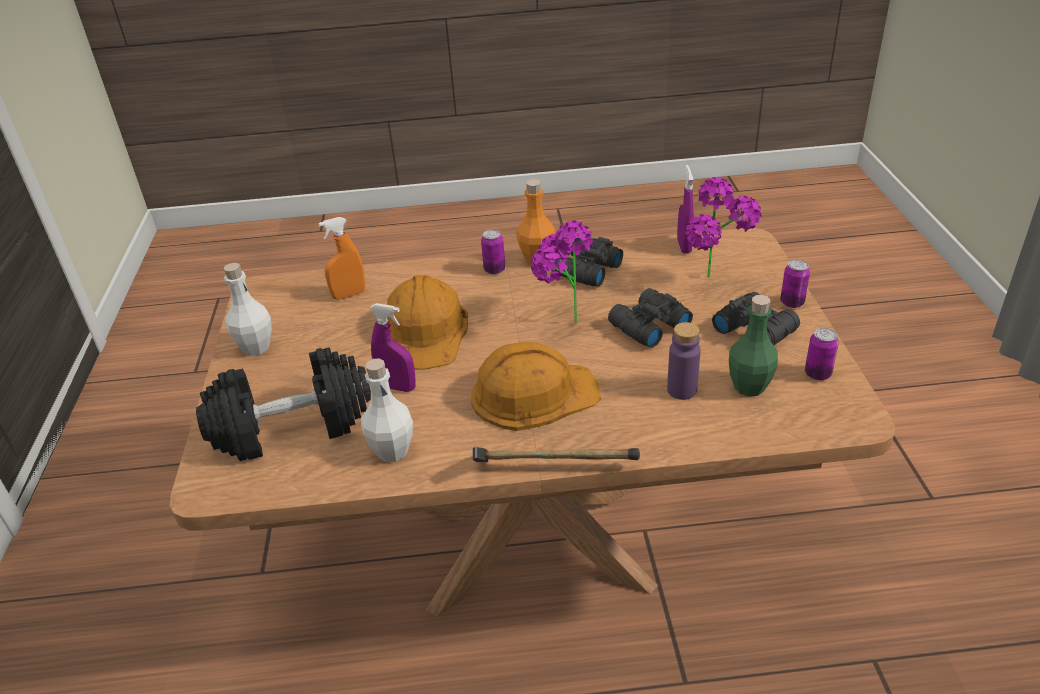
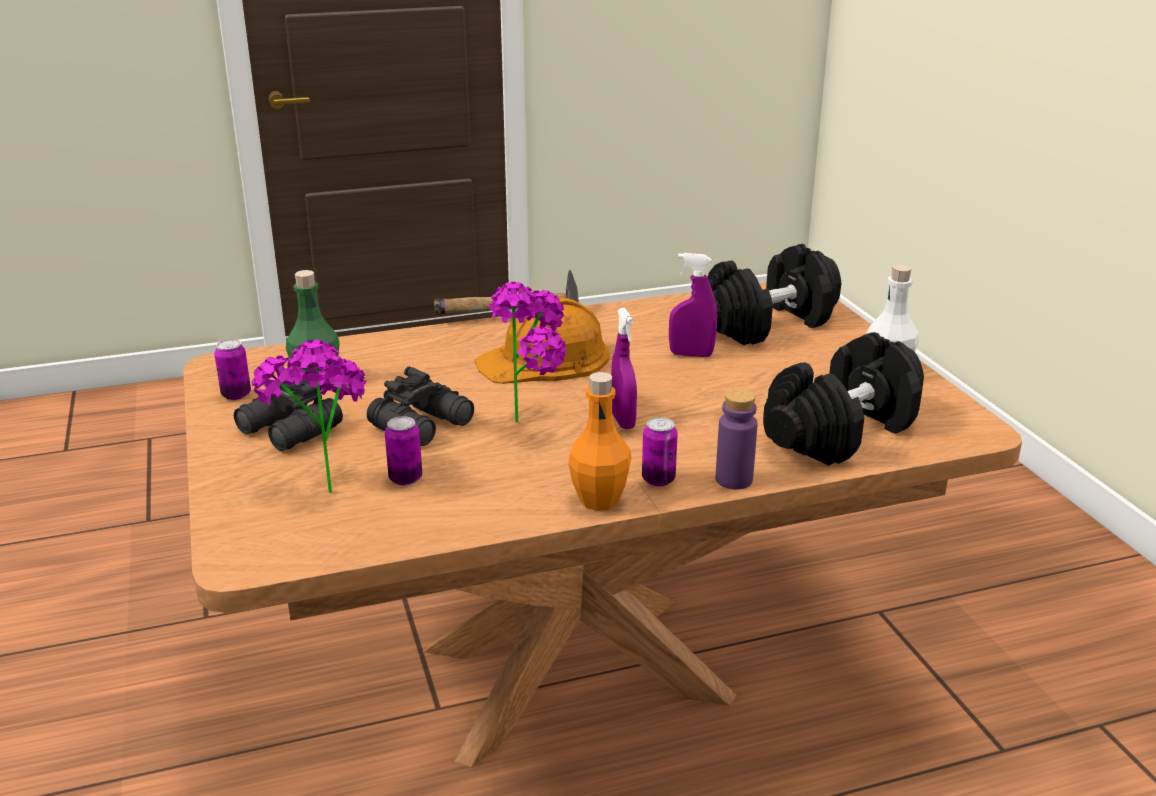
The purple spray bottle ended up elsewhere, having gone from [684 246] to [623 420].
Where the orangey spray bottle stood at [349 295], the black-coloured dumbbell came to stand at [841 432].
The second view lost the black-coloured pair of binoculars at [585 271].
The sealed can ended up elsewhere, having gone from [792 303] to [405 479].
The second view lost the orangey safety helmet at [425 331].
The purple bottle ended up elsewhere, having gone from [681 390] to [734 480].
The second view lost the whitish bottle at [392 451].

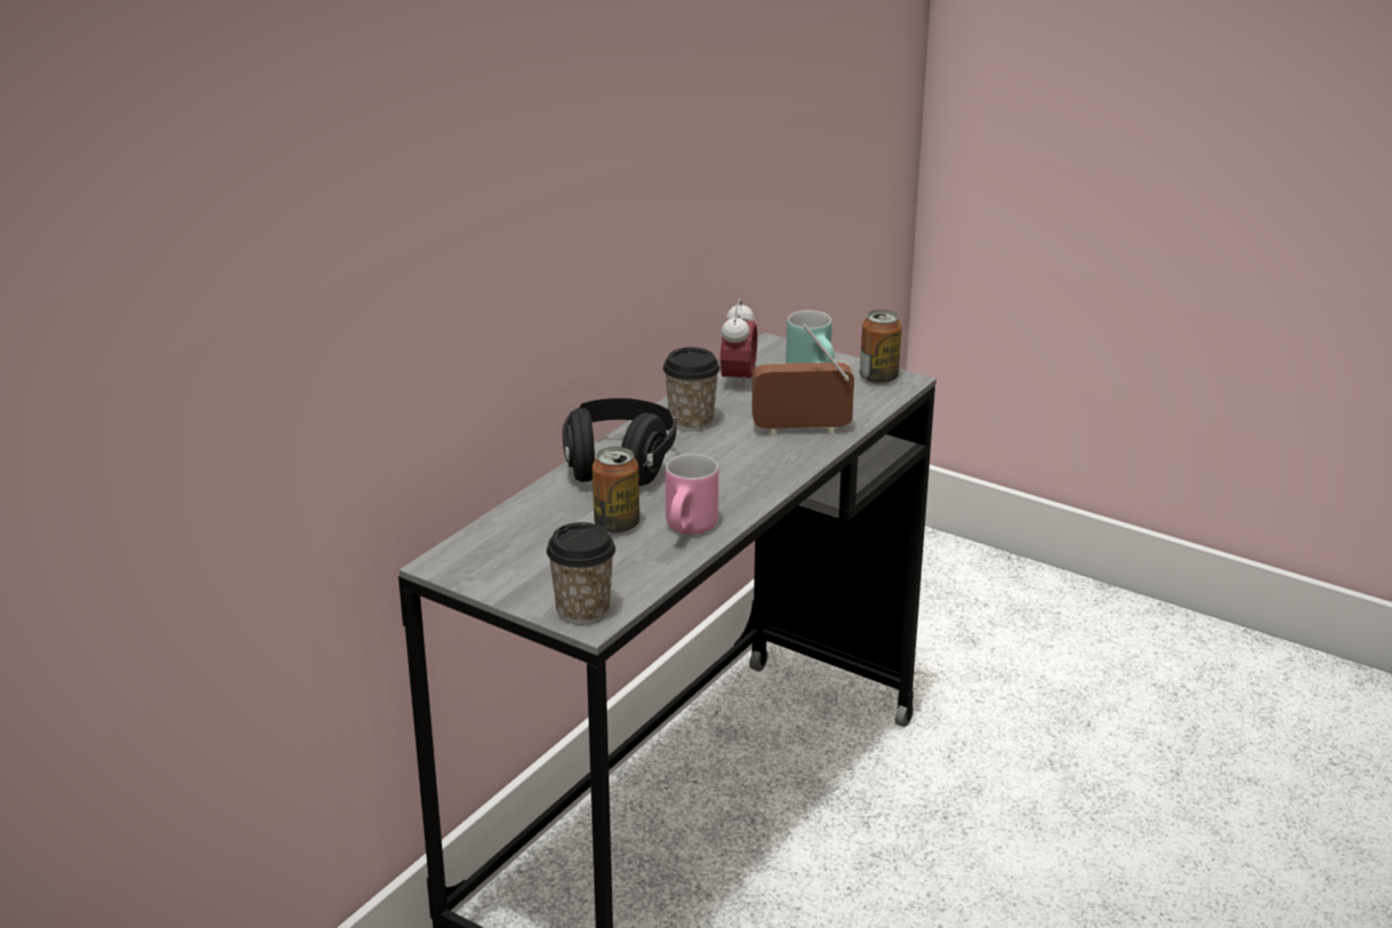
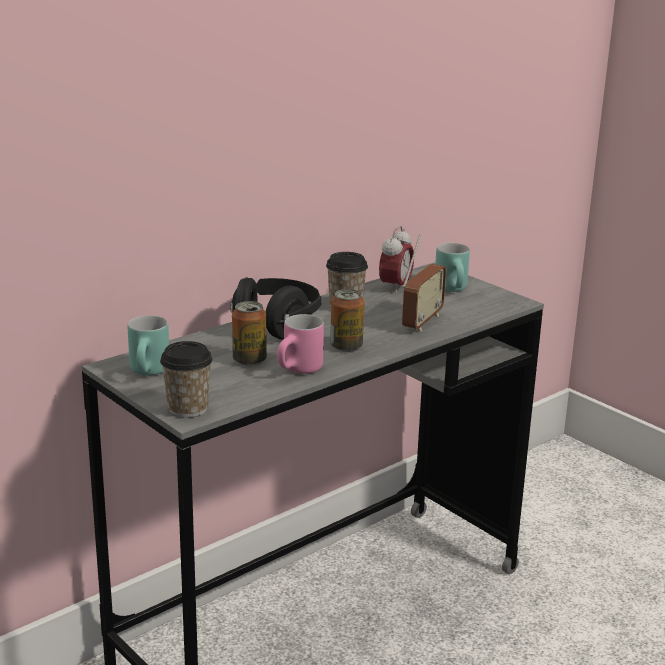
The sealed can ended up elsewhere, having gone from [878 378] to [346 346].
The radio at [801 430] ended up facing another way, 105 degrees clockwise from before.
The second view gained the turquoise-coloured coffee mug at [151 373].

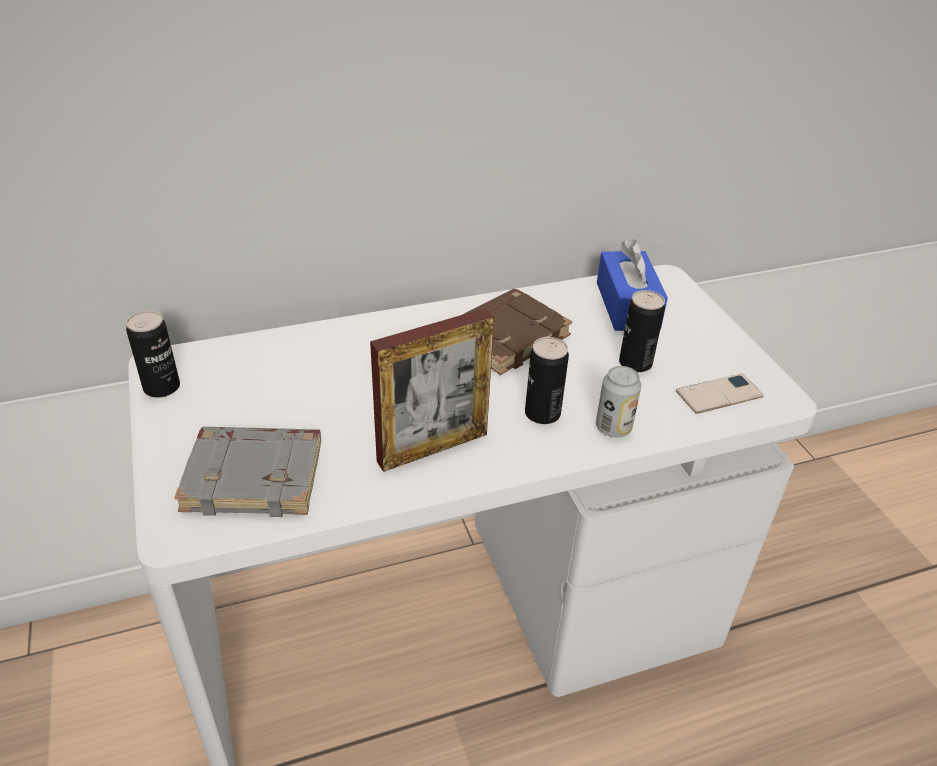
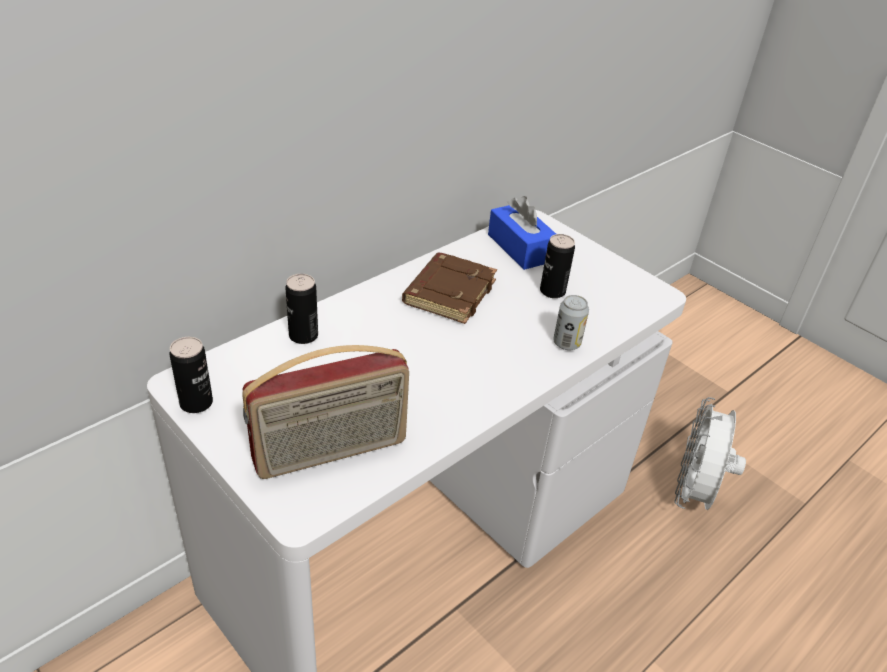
The second view lost the standing frame at [432 447].
The sealed can ended up elsewhere, having gone from [542 413] to [303 336].
The second view lost the handset at [719 394].
Where the grey book stood at [256 476], the radio came to stand at [331 452].
The second view gained the whitish fan at [693 494].

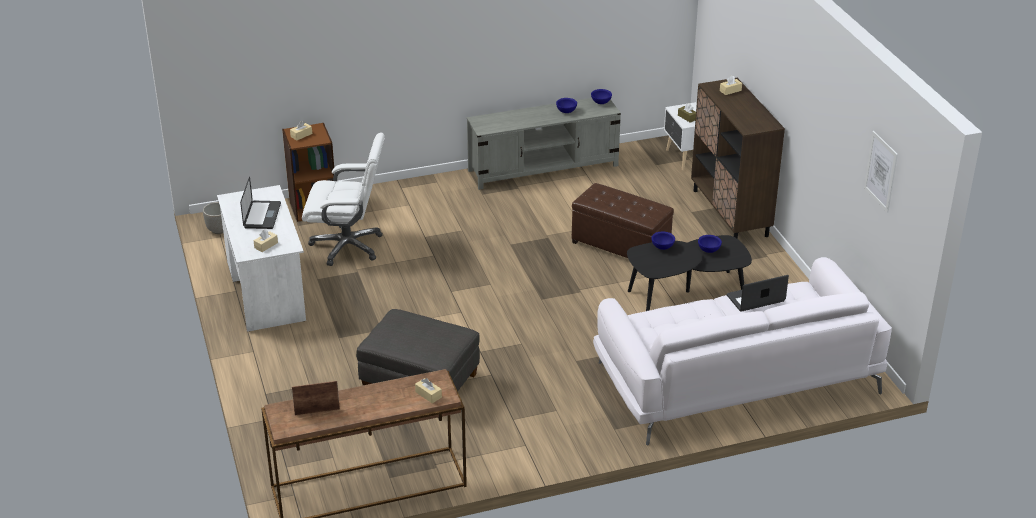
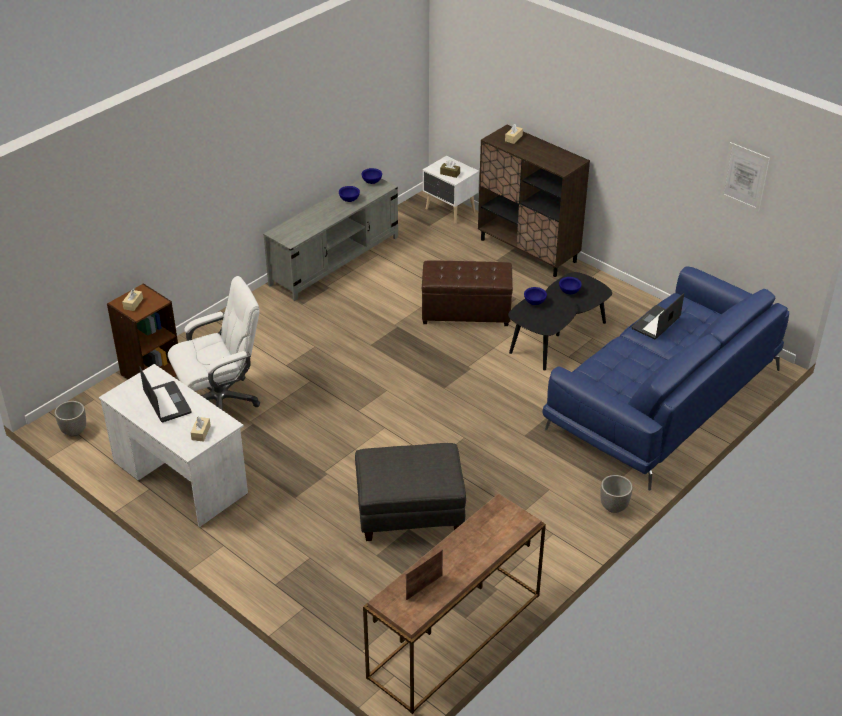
What was the whitish couch at [735 378] turned into the bluish couch at [662 400].
The second view lost the sand-coloured tissue holder at [428 394].
The second view gained the plant pot at [613 507].

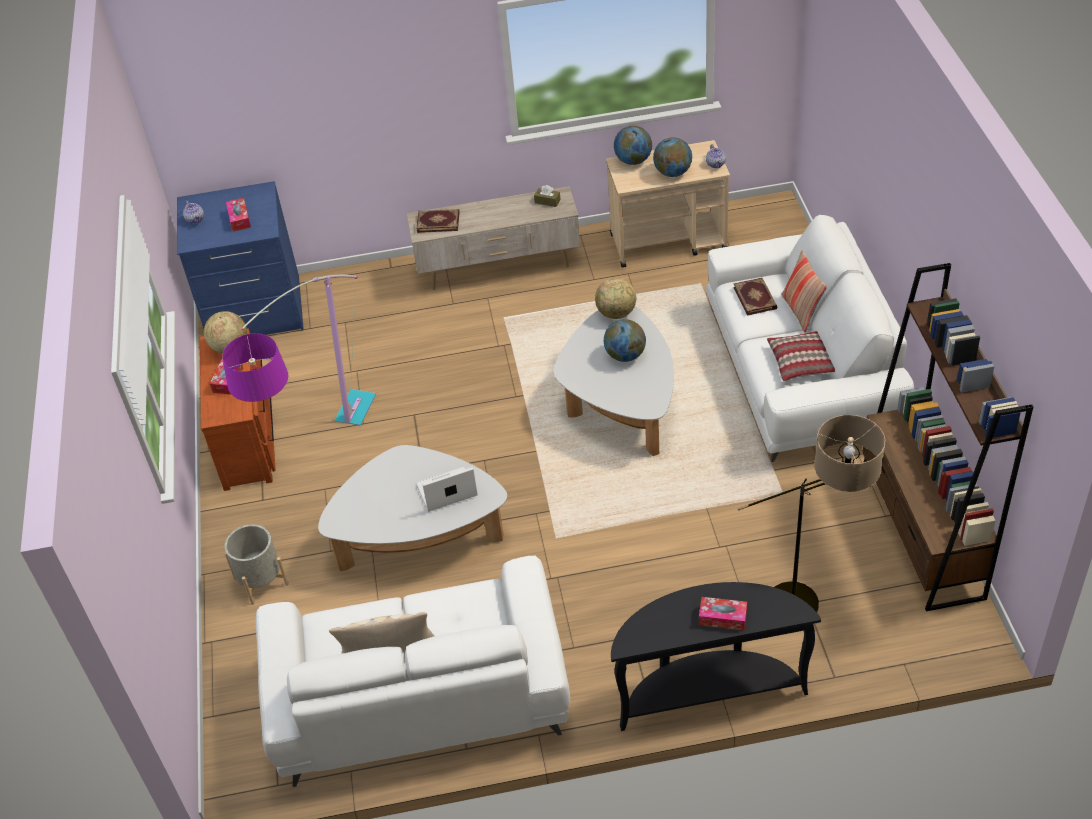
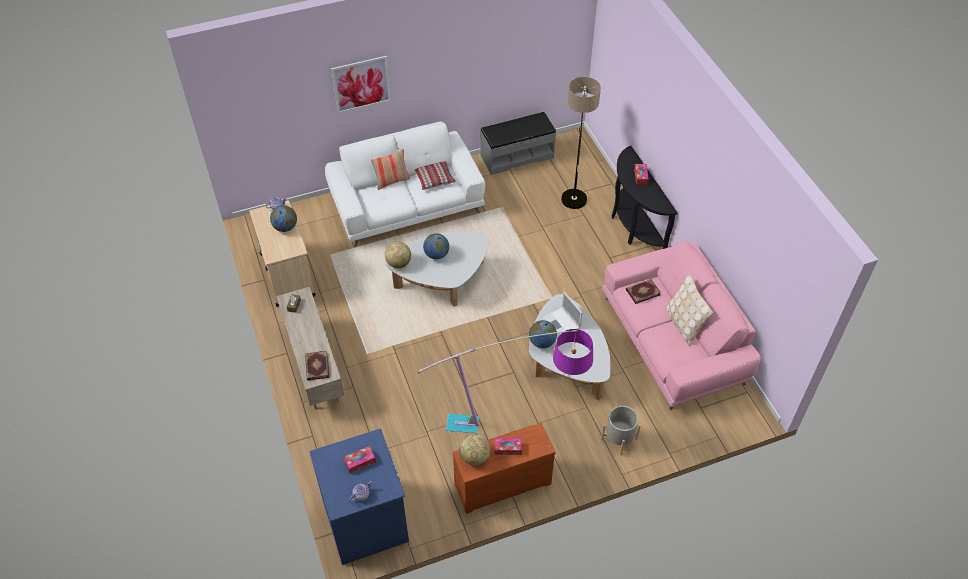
The world globe ended up elsewhere, having gone from [633 161] to [542 342].
Where the brown bookshelf stood at [921 531], the grey indoor bench came to stand at [517 156].
The book ended up elsewhere, having gone from [755 298] to [642 292].
What was the whitish couch at [418 695] turned into the pinkish couch at [673 341].
The second view gained the picture at [361 84].

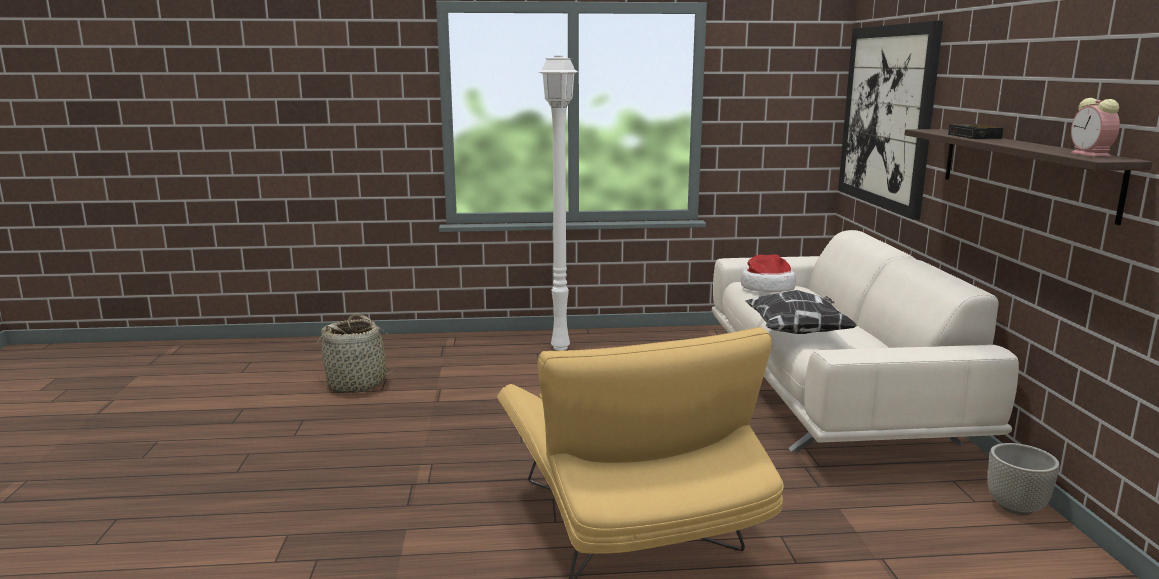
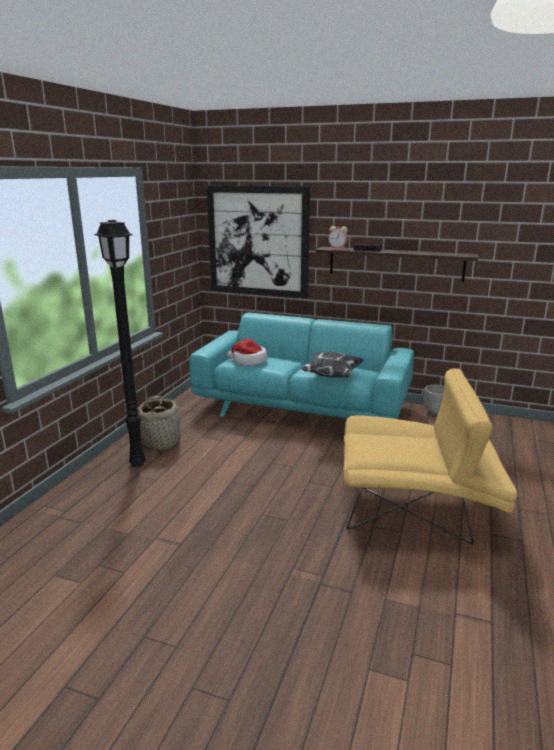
What was the whitish floor lamp at [562 347] turned into the black-coloured floor lamp at [138 463].
The alarm clock ended up elsewhere, having gone from [1092 155] to [338 249].
What was the sand-coloured couch at [829 394] turned into the turquoise-coloured couch at [302 407].
The storage basket ended up elsewhere, having gone from [357 384] to [161 443].

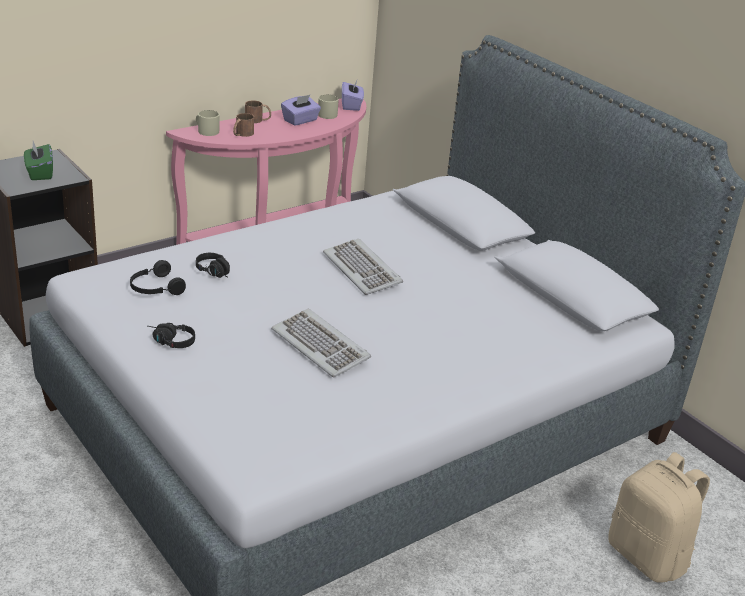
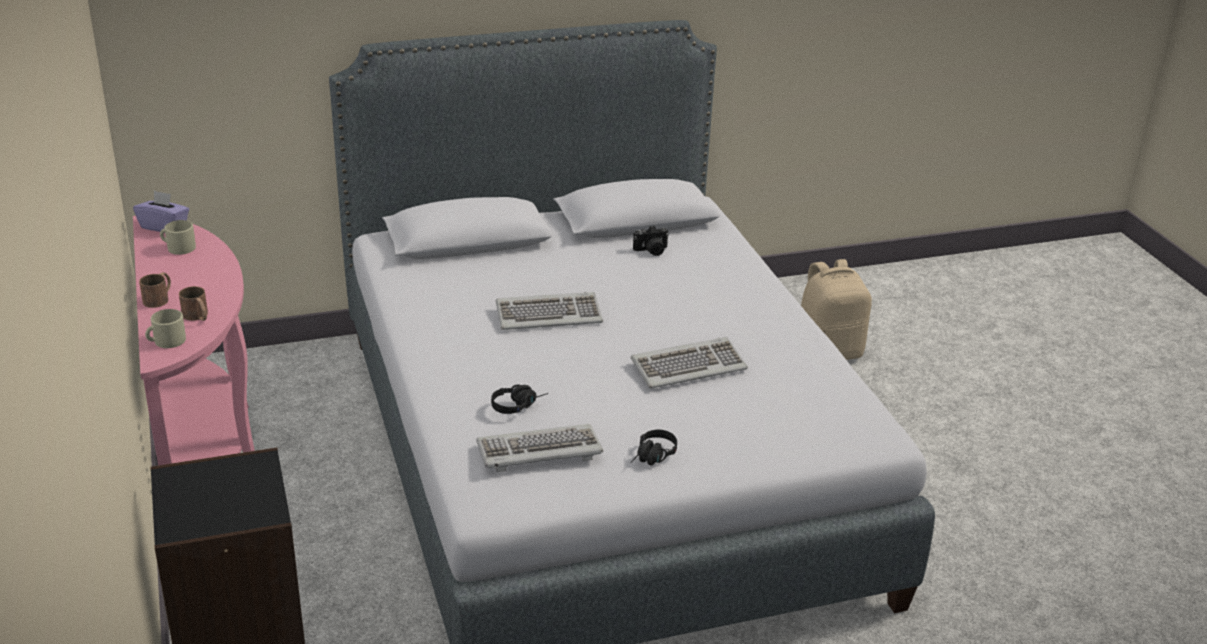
The second view lost the purple tissue holder at [300 120].
The second view lost the greenish tissue holder at [39 173].
Where the black-coloured headphones stood at [155 288], the PC keyboard came to stand at [539 451].
The second view gained the photo camera at [651 251].

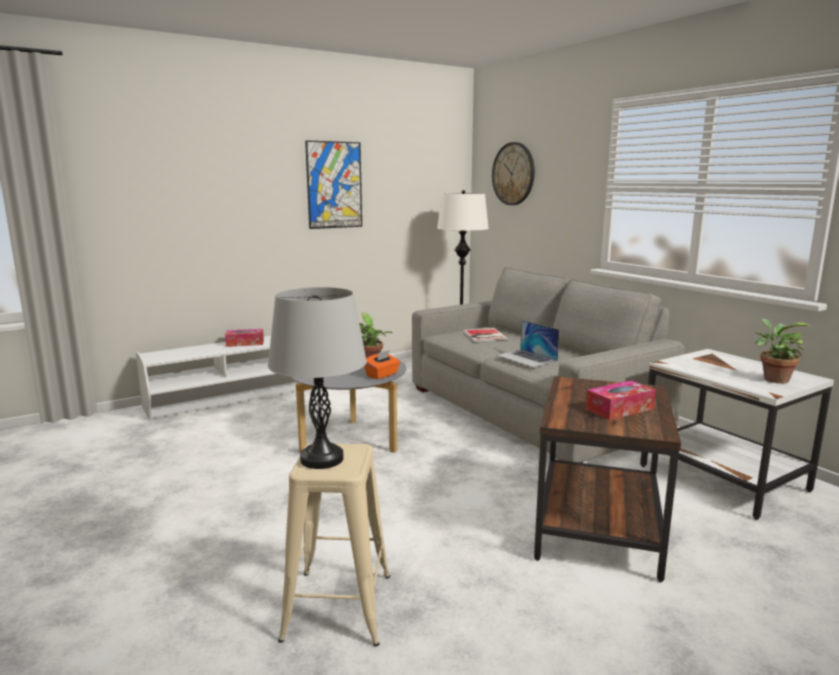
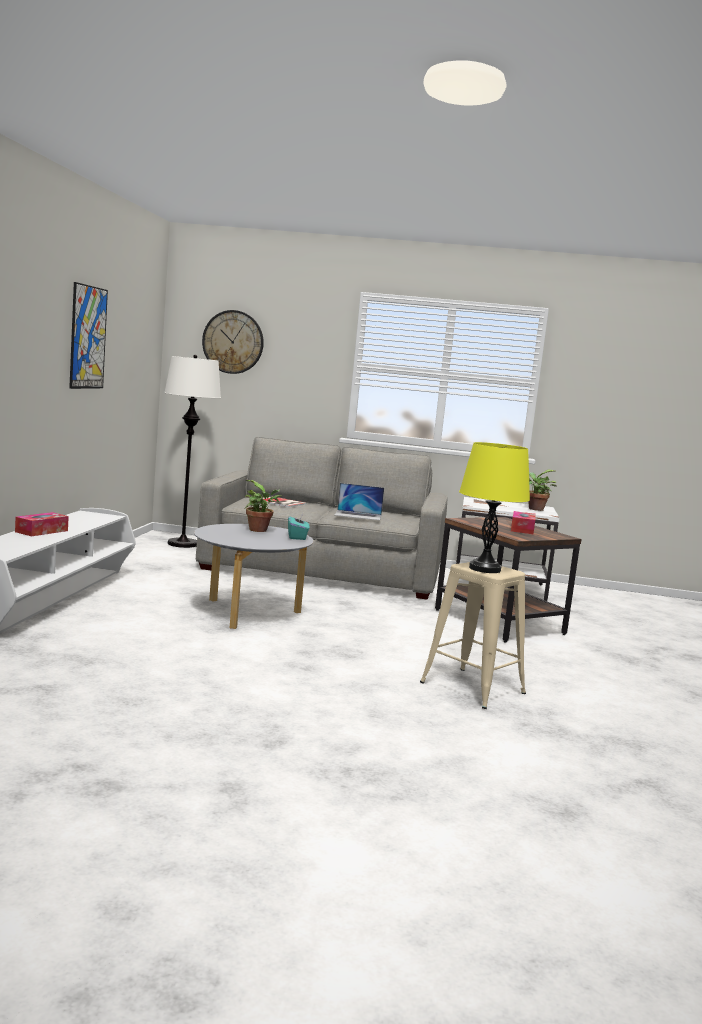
What was the grey lamp for a table at [322 459] turned into the yellowish lamp for a table at [484 569].
What was the orangey tissue holder at [382 375] turned into the turquoise-coloured tissue holder at [297 537].

